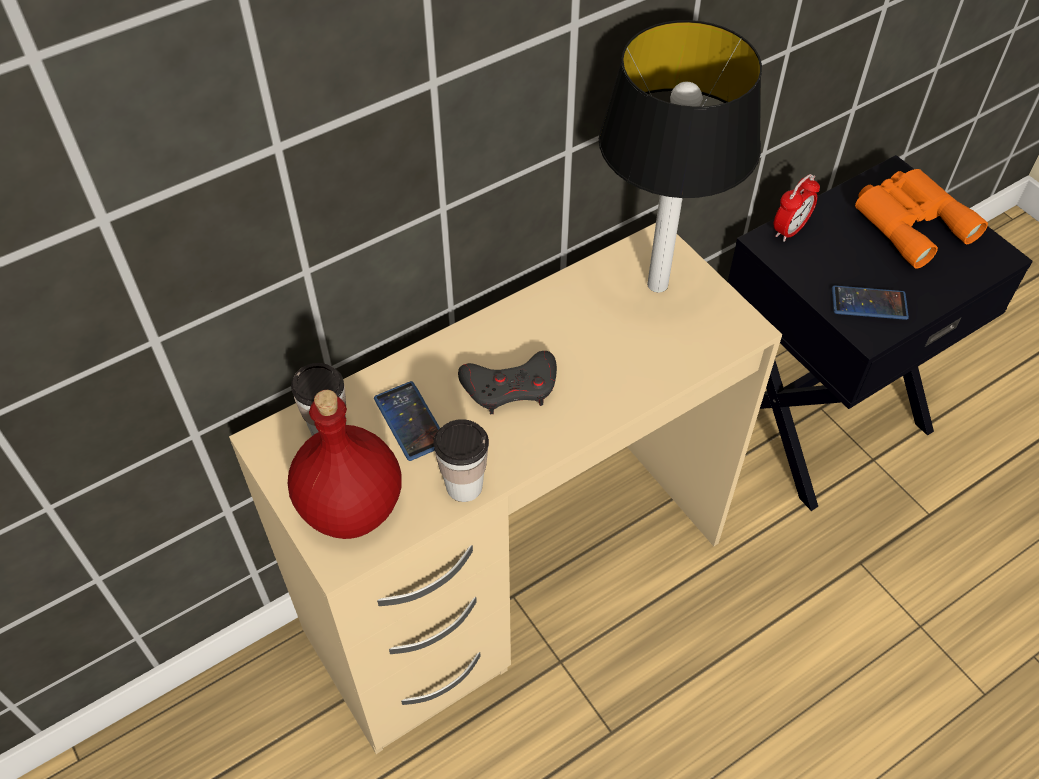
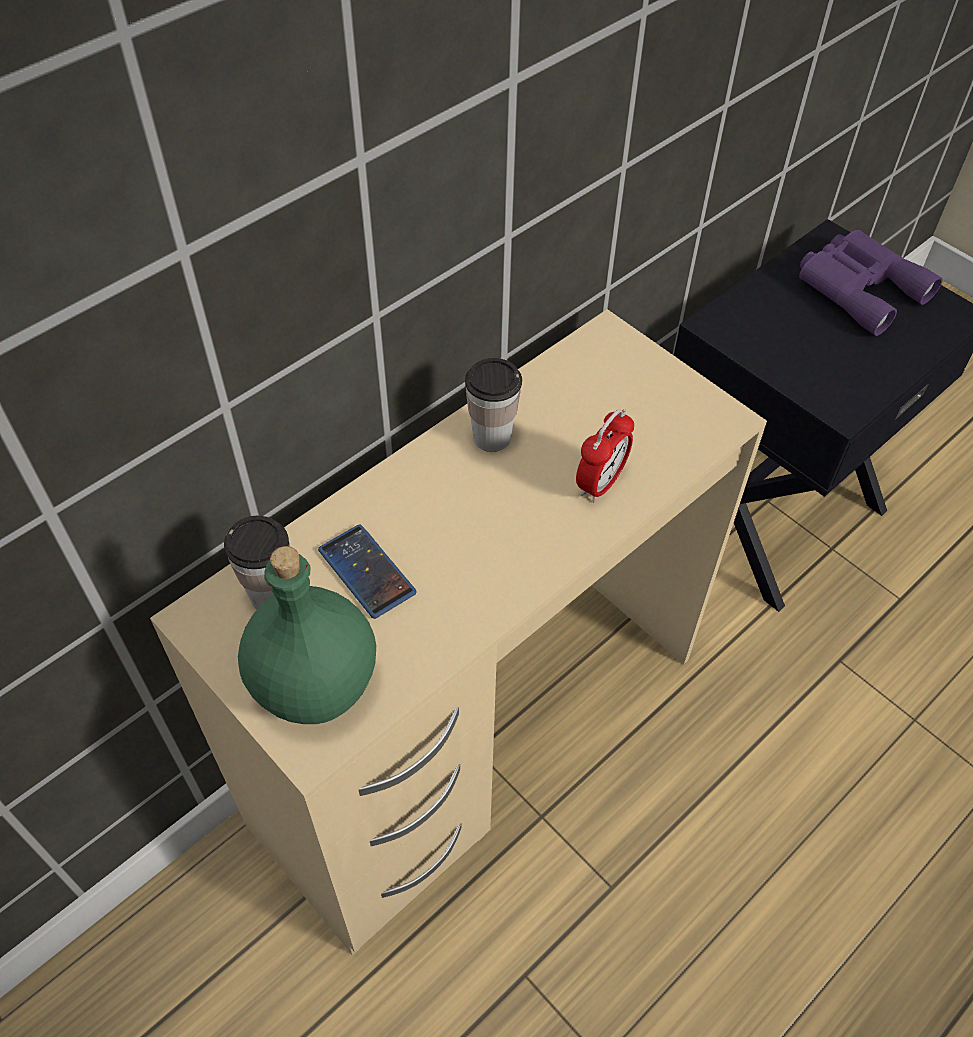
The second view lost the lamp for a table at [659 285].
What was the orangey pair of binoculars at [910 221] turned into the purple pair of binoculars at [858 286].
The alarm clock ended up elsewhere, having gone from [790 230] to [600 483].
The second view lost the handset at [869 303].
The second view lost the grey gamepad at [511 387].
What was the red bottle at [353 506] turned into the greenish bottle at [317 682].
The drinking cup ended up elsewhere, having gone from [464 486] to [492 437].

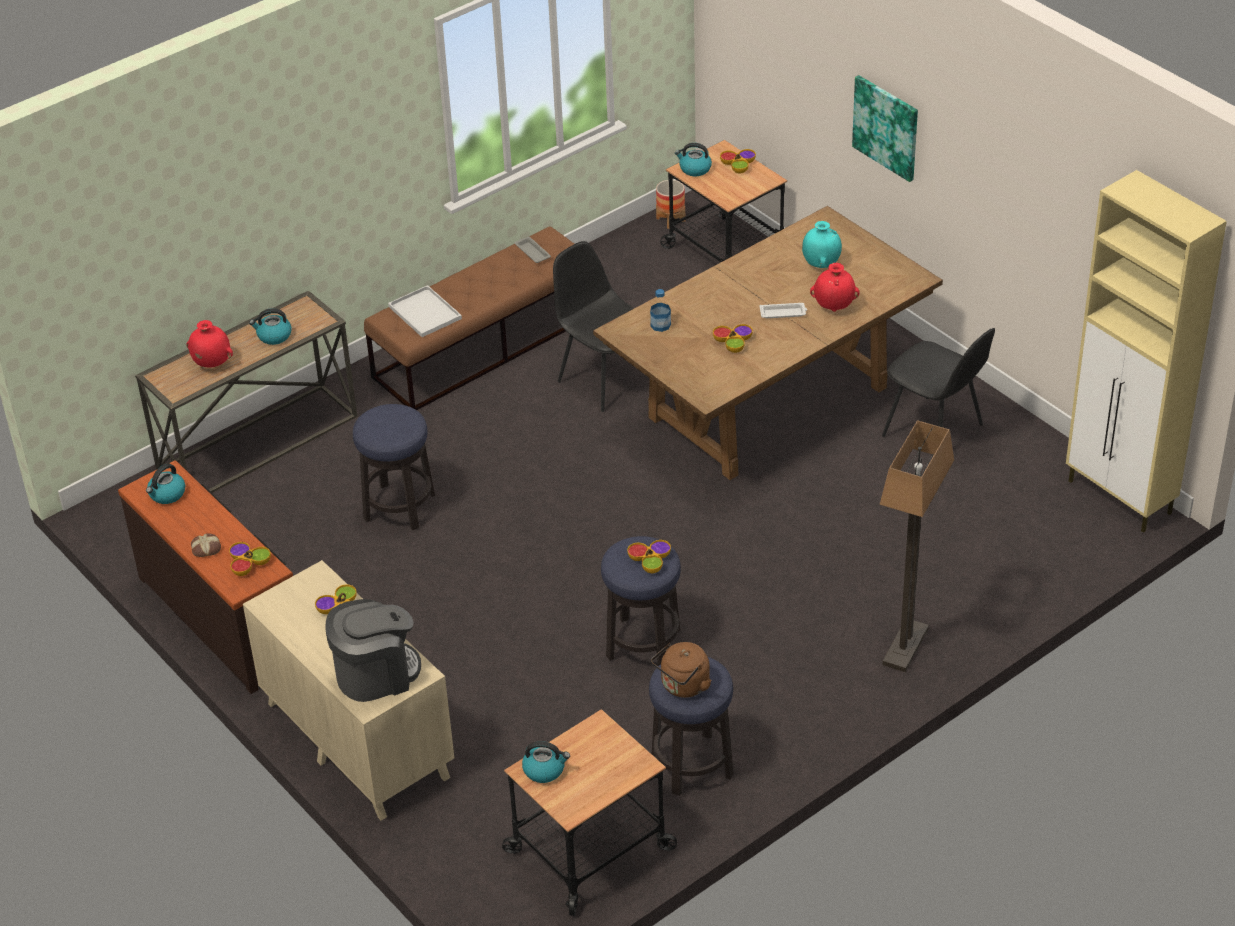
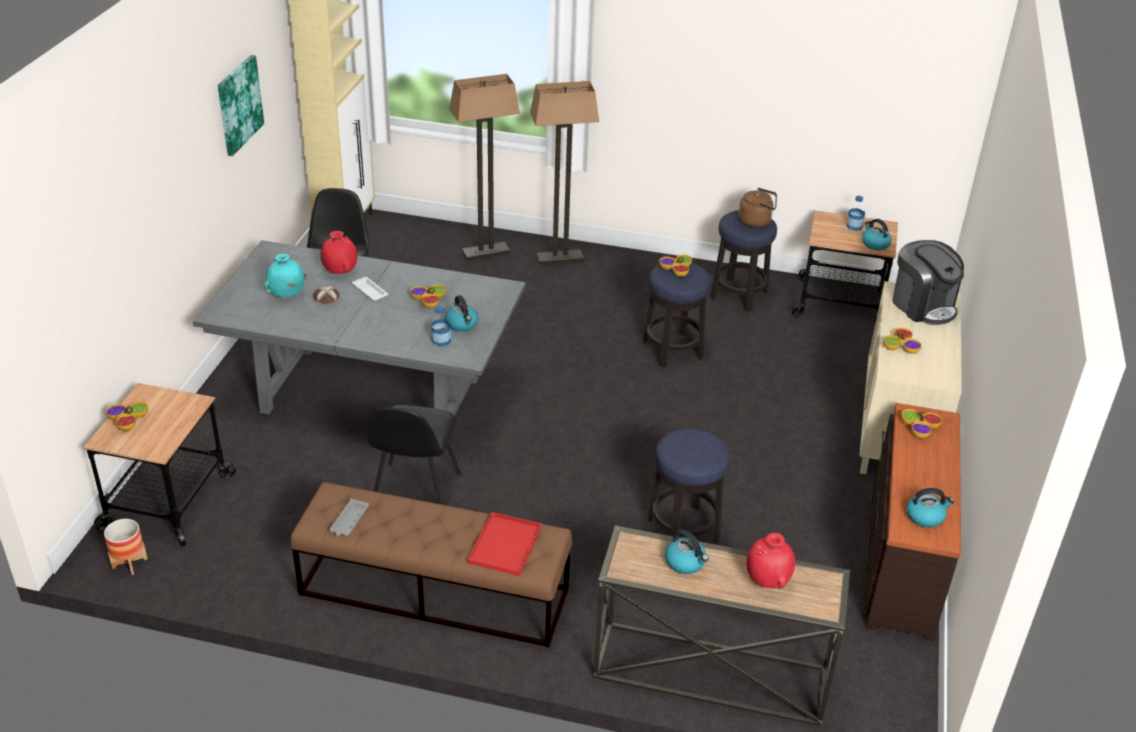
The picture ended up elsewhere, having gone from [886 127] to [239 104].
The water kettle ended up elsewhere, having gone from [694 169] to [462 324].
What was the brown dinner table at [767 403] turned into the grey dinner table at [373 395].
What was the whitish carrying tray at [426 313] turned into the red carrying tray at [505 543].
The baked bread ended up elsewhere, having gone from [206 548] to [326 298].
The coffee machine at [376 674] ended up facing another way, 150 degrees counterclockwise from before.
The second view gained the floor lamp at [486 252].
The second view gained the bottle at [854 226].

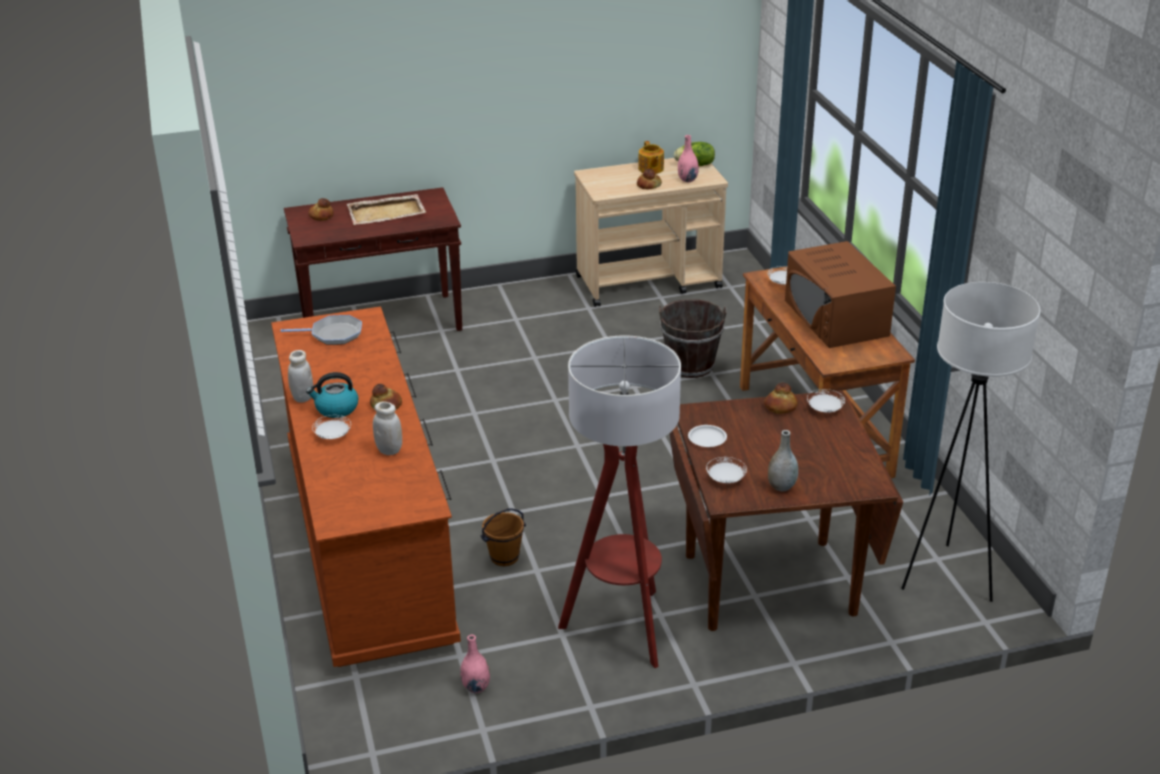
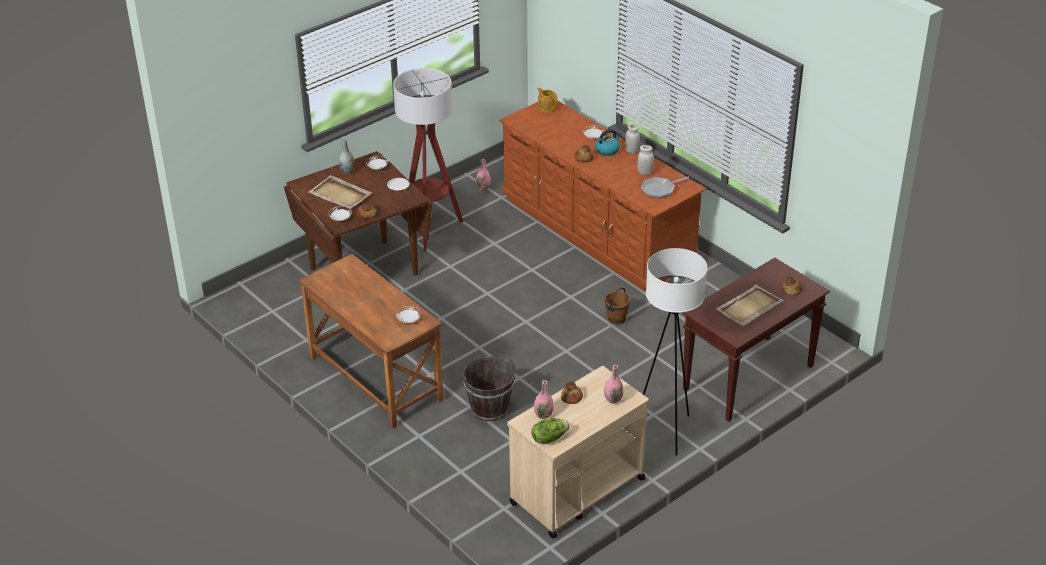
The teapot ended up elsewhere, having gone from [650 169] to [547 107].
The second view lost the brown microwave oven at [836 318].
The whitish floor lamp ended up elsewhere, having gone from [947 577] to [666 432].
The whitish jar ended up elsewhere, having gone from [389 450] to [645 172].
The brown water bucket ended up elsewhere, having gone from [504 557] to [617 319].
The second view gained the sand-coloured carrying tray at [340 195].
The second view gained the pinkish flower vase at [613 399].

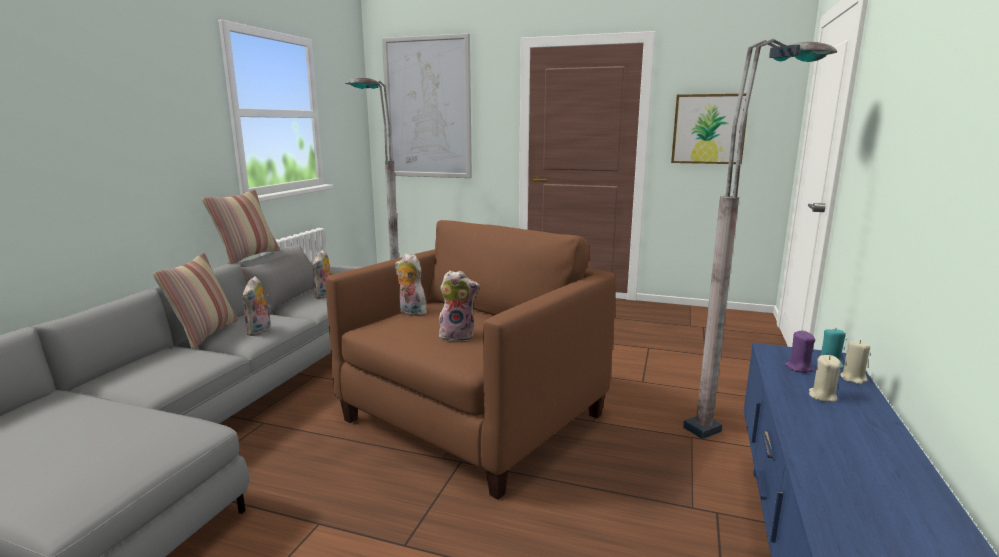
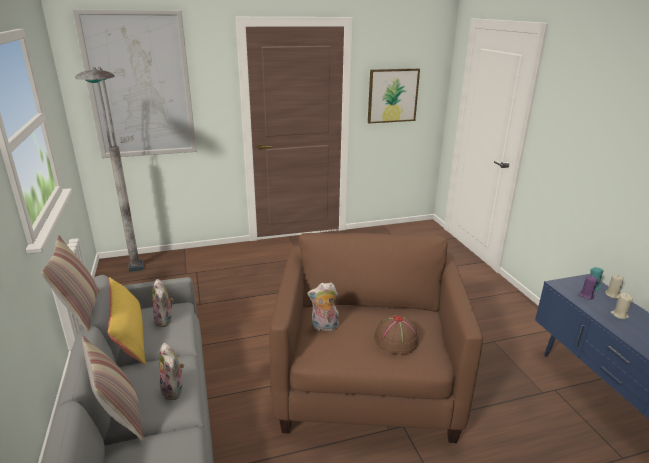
The second view lost the grey floor lamp at [739 416].
What was the grey throw pillow at [287 298] turned into the yellowish throw pillow at [129 336].
Where the soft toy stood at [458 336], the brown wearable hat came to stand at [396 340].

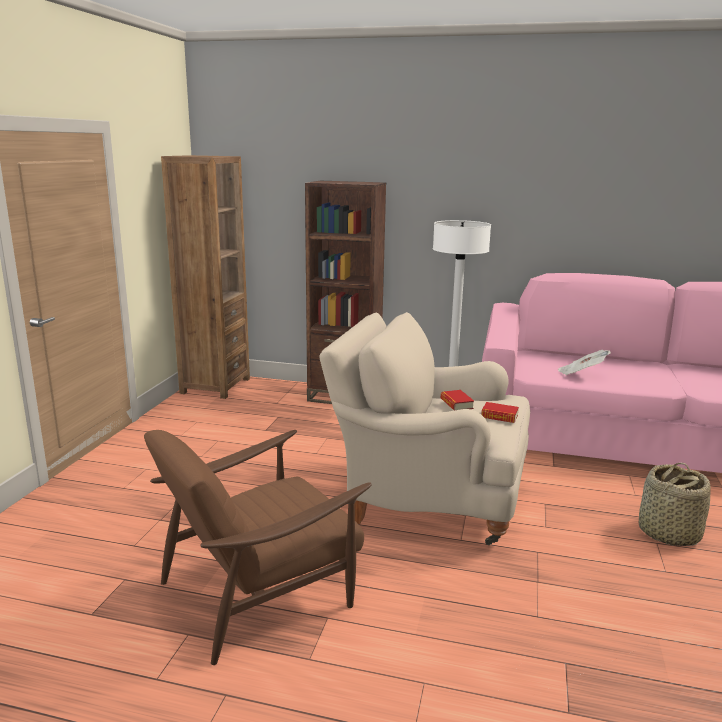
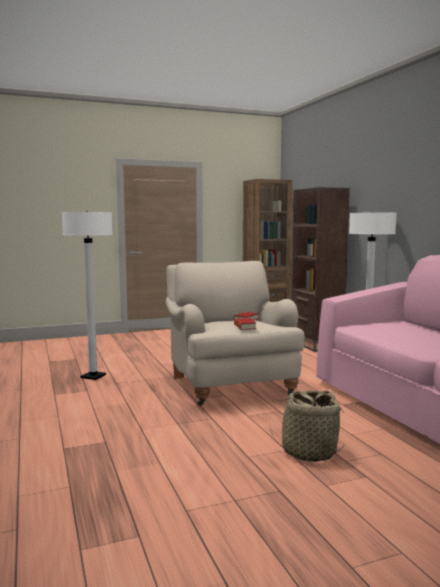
The second view lost the printed paper at [581 374].
Where the brown armchair stood at [260 590], the whitish floor lamp came to stand at [93 376].

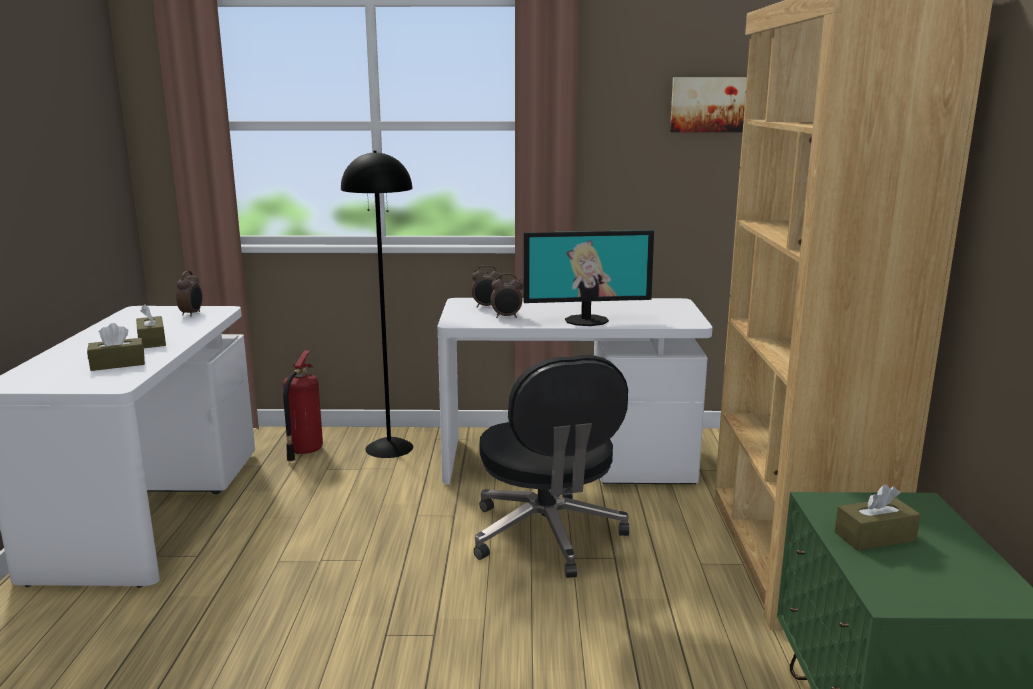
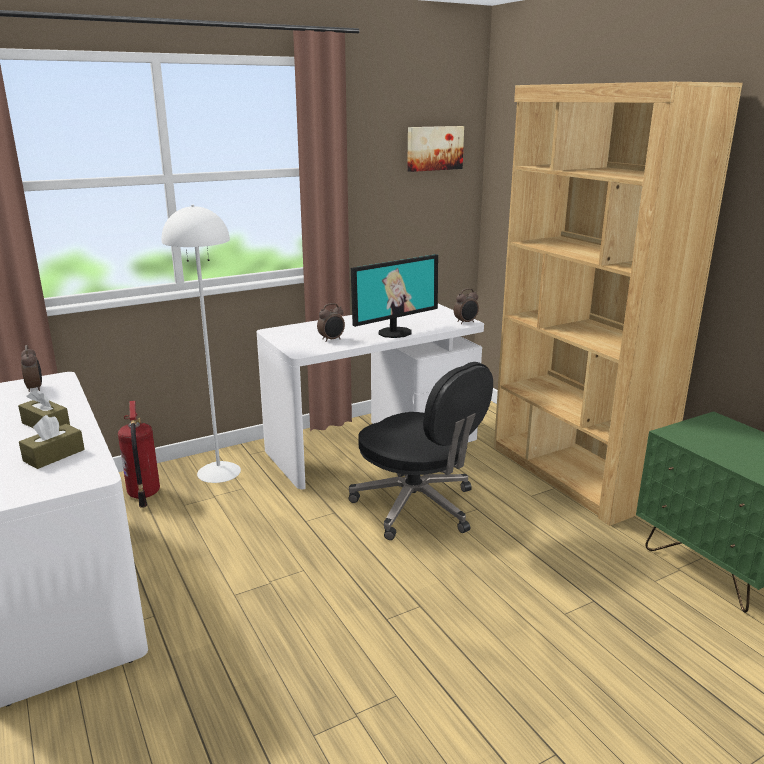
What was the black-coloured floor lamp at [390 447] turned into the whitish floor lamp at [219 471].
The alarm clock ended up elsewhere, having gone from [487 307] to [466 322].
The second view lost the brown tissue holder at [875 536].

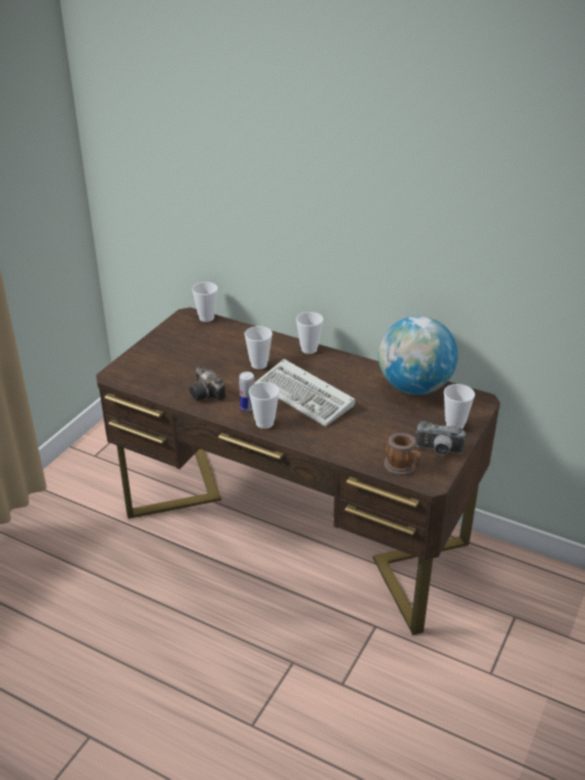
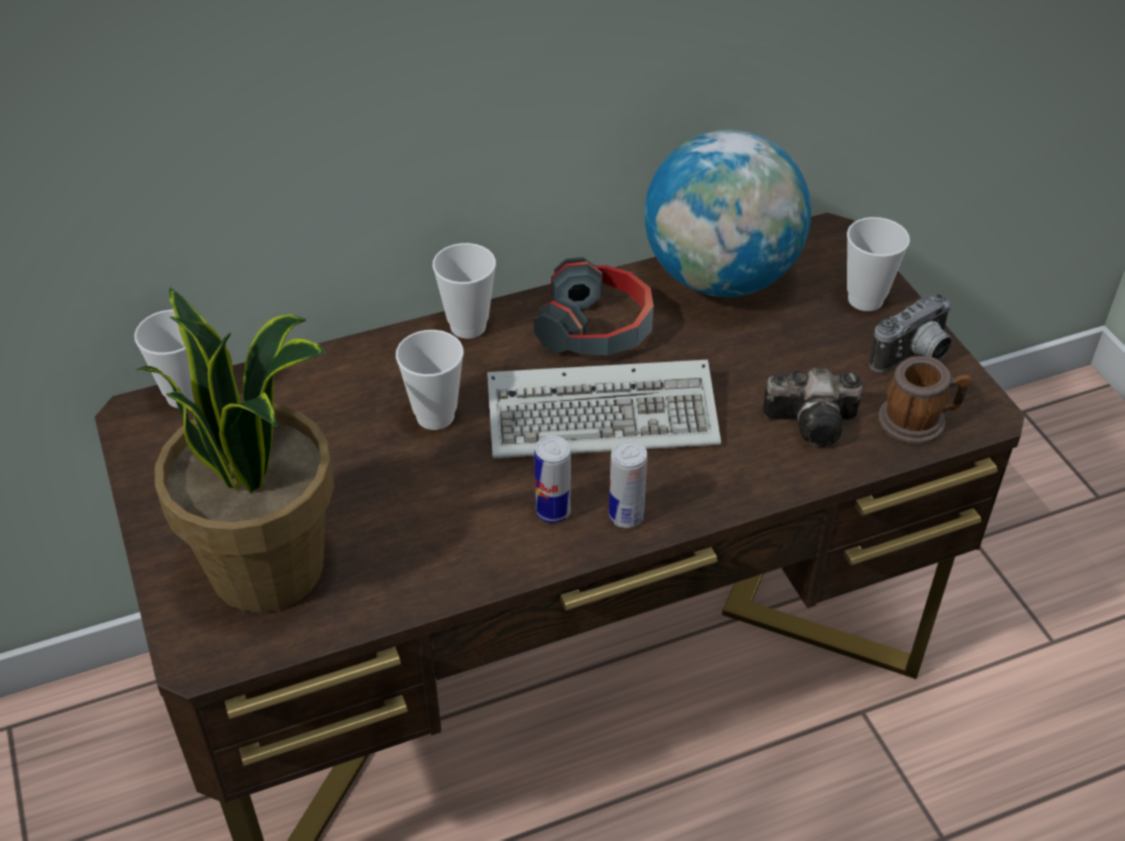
The photo camera ended up elsewhere, having gone from [207 394] to [816 422].
Where the drinking cup stood at [264 423], the sealed can came to stand at [626 516].
The second view gained the headphones at [597 328].
The second view gained the plant in a pot at [270 566].

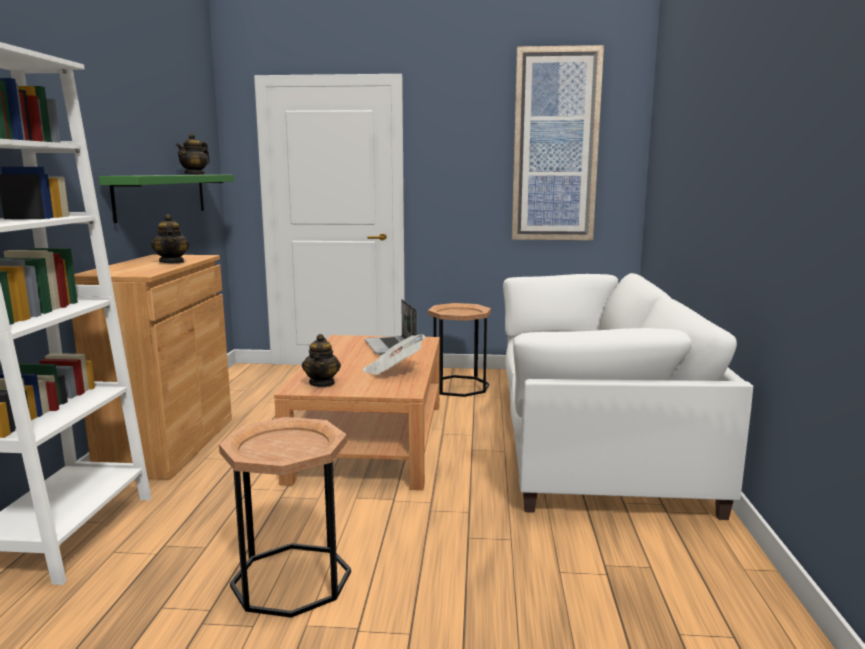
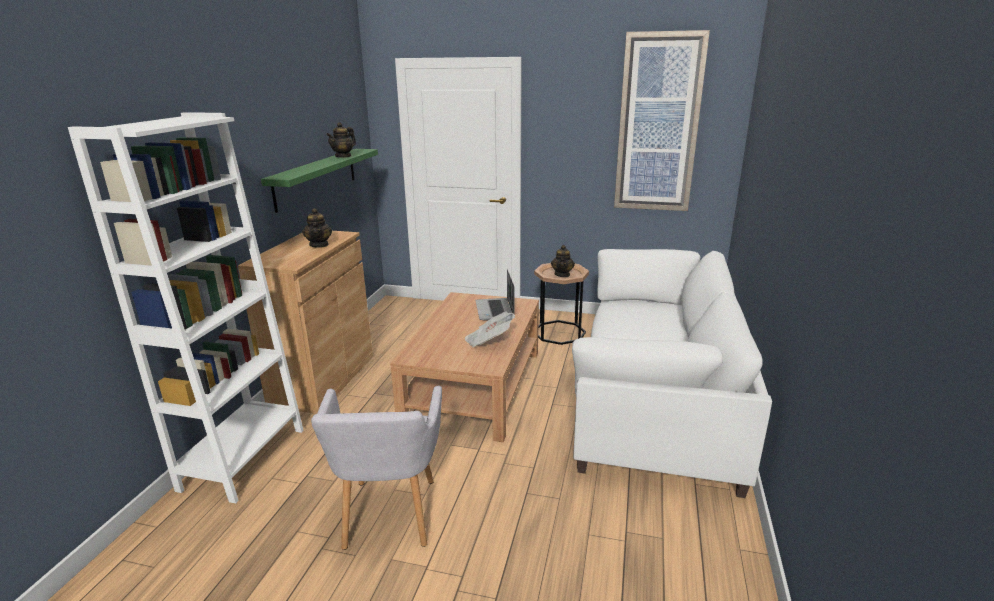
The teapot ended up elsewhere, having gone from [322 383] to [562 274].
Where the brown side table stood at [291 579], the grey armchair came to stand at [388 517].

